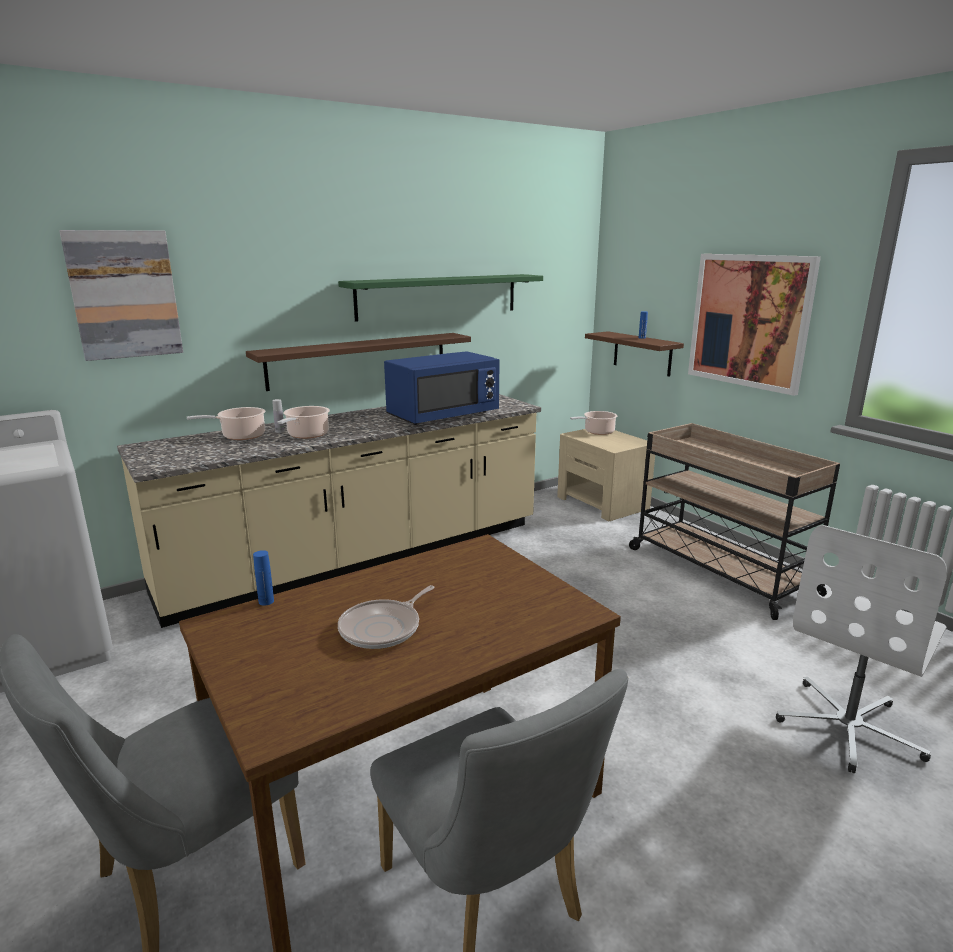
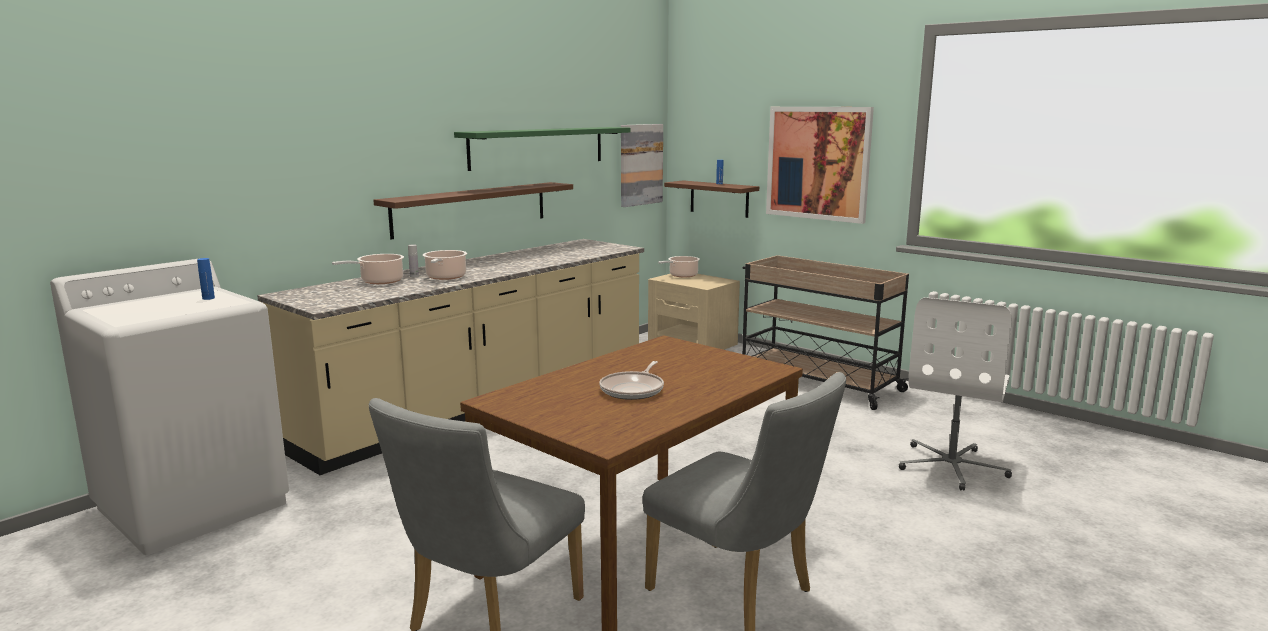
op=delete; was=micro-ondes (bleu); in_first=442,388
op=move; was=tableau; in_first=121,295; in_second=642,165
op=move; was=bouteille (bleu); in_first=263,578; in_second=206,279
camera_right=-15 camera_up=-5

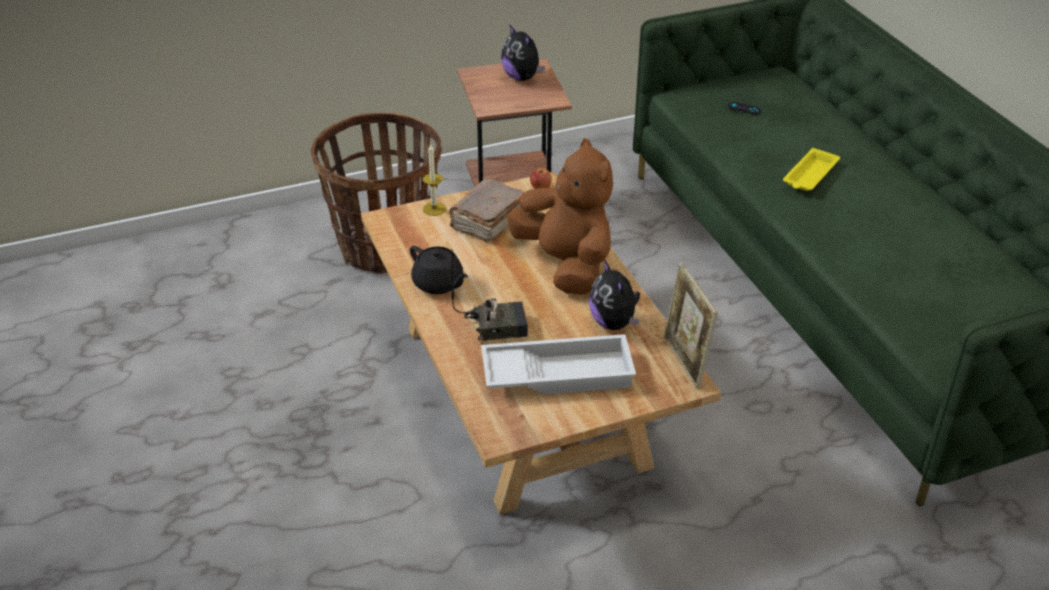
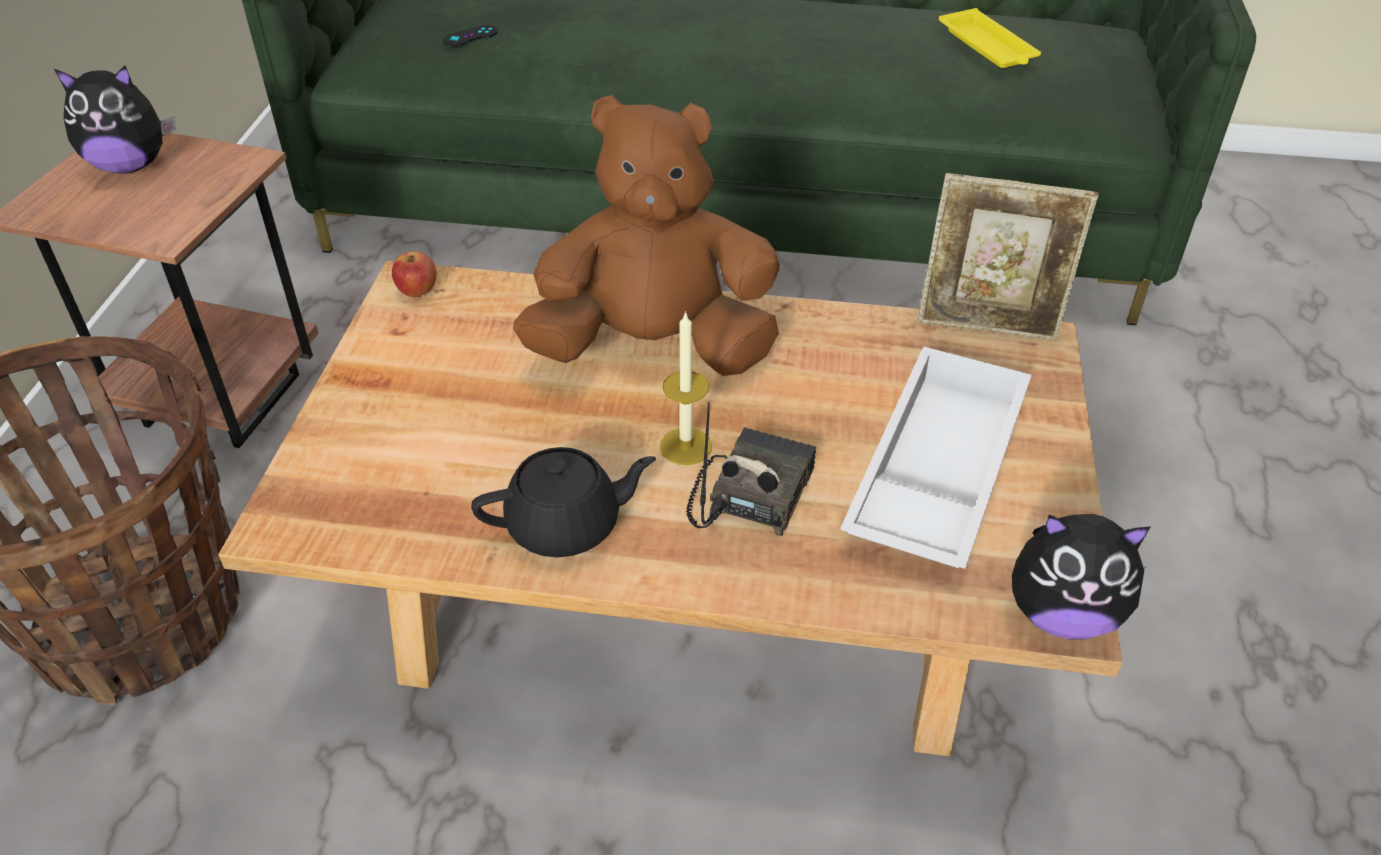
op=delete; was=livre (marron); in_first=486,210
op=move; was=bougie; in_first=434,179; in_second=686,388
op=move; was=peluche; in_first=614,294; in_second=1081,576
op=move; was=plateau (jaune); in_first=811,169; in_second=990,38
camera_right=-60 camera_up=5

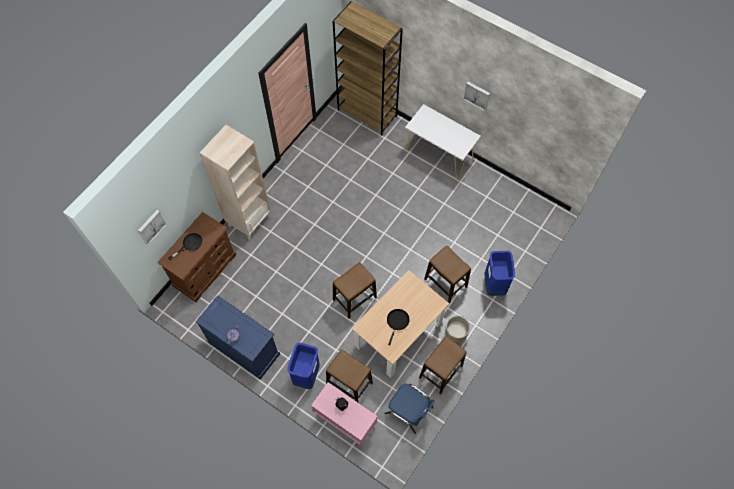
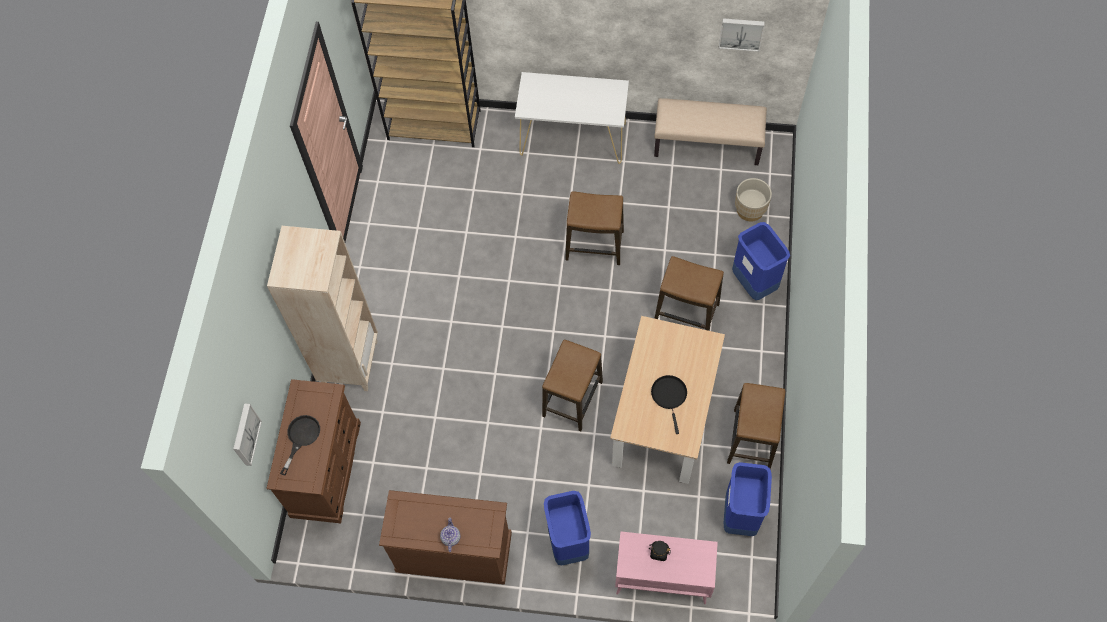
op=insert; now=banc (beige); in_second=710,131
op=move; was=tabouret; in_first=349,376; in_second=594,228
op=move; was=cache-pot (beige); in_first=457,329; in_second=753,199
op=move; was=tableau; in_first=476,96; in_second=742,35
op=replace; was=chaise (bleu); now=poubelle (bleu); in_first=409,409; in_second=748,499
op=recolor; was=commode (bleu); now=commode (marron); in_first=238,337; in_second=445,537
camera_right=-25 camera_up=0

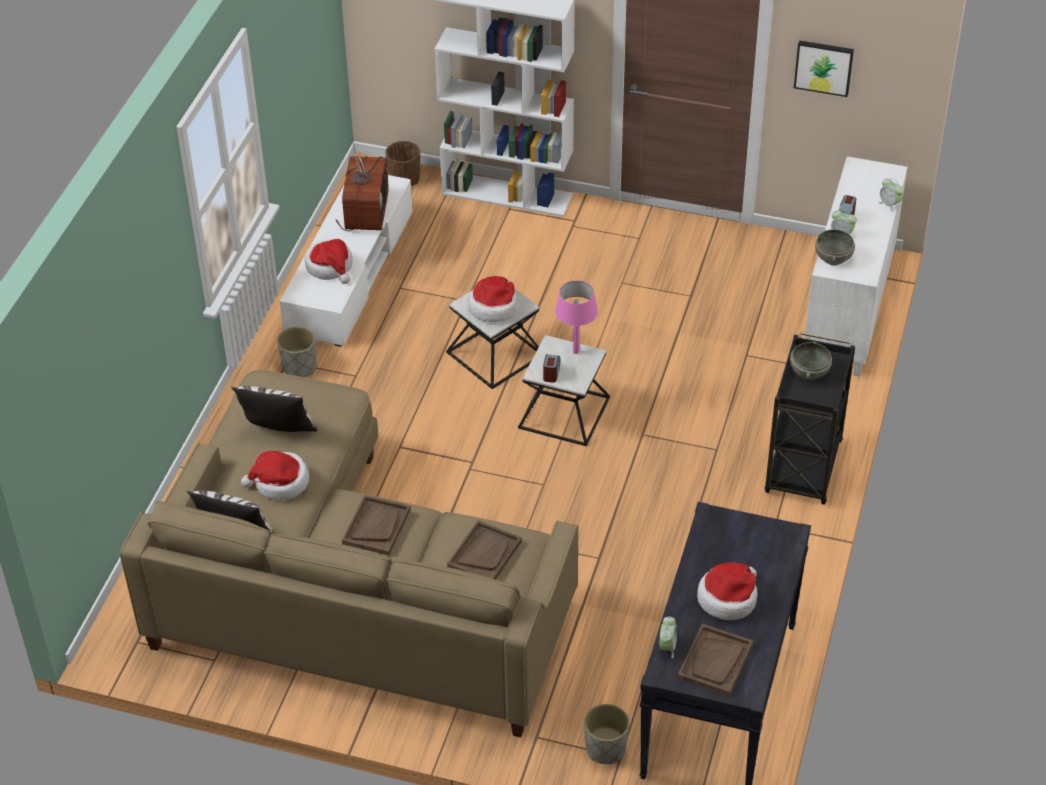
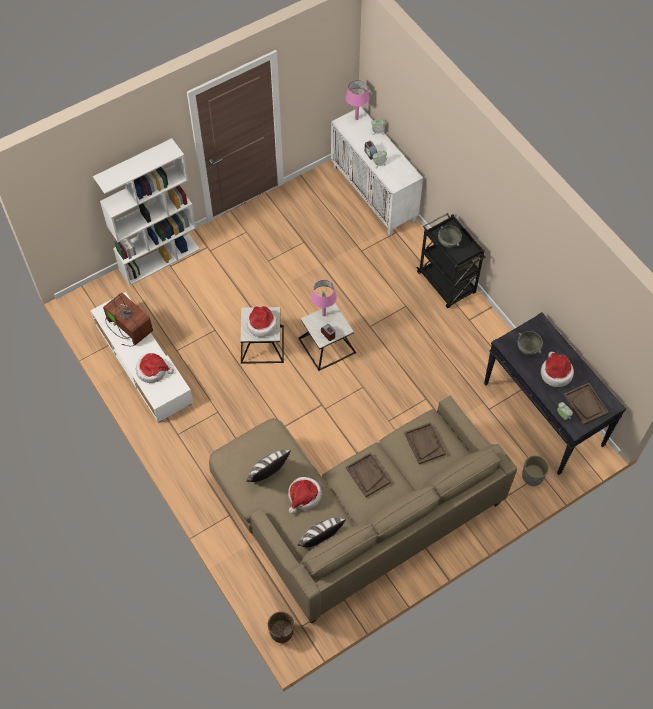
op=delete; was=cache-pot (gris); in_first=296,352
op=delete; was=tableau; in_first=824,68
op=insert; now=lampe de table (rose); in_second=357,100
op=move; was=cache-pot (marron); in_first=403,163; in_second=281,627
op=move; was=bol (gris); in_first=835,247; in_second=530,343
camera_right=-50 camera_up=15

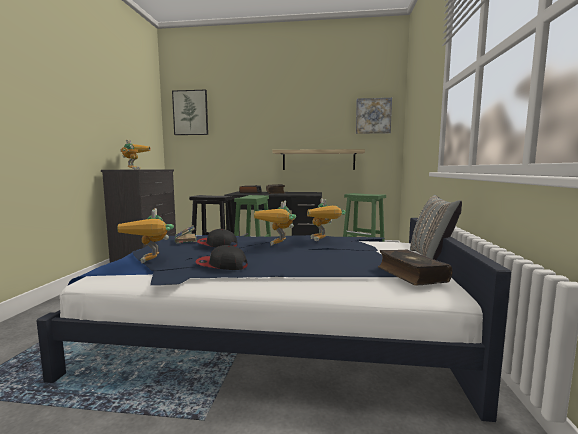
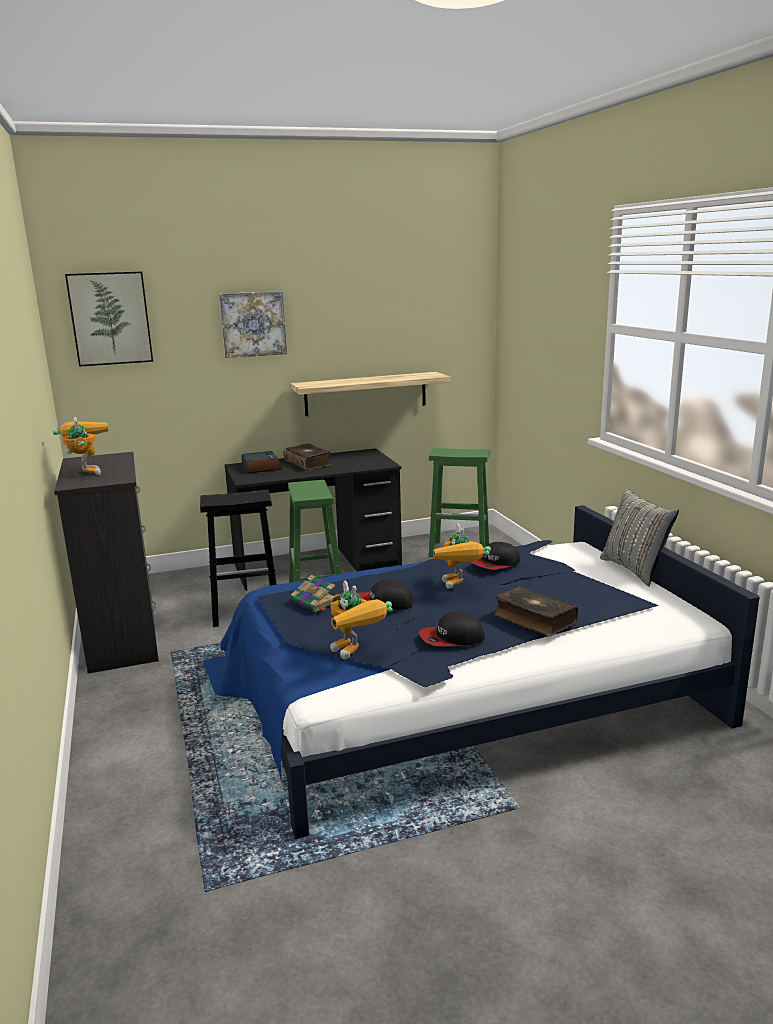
op=move; was=tableau; in_first=374,116; in_second=253,324
op=move; was=livre; in_first=415,268; in_second=536,611
op=replace; was=robot jouet; now=casquette; in_first=326,219; in_second=495,555
camera_right=-25 camera_up=10

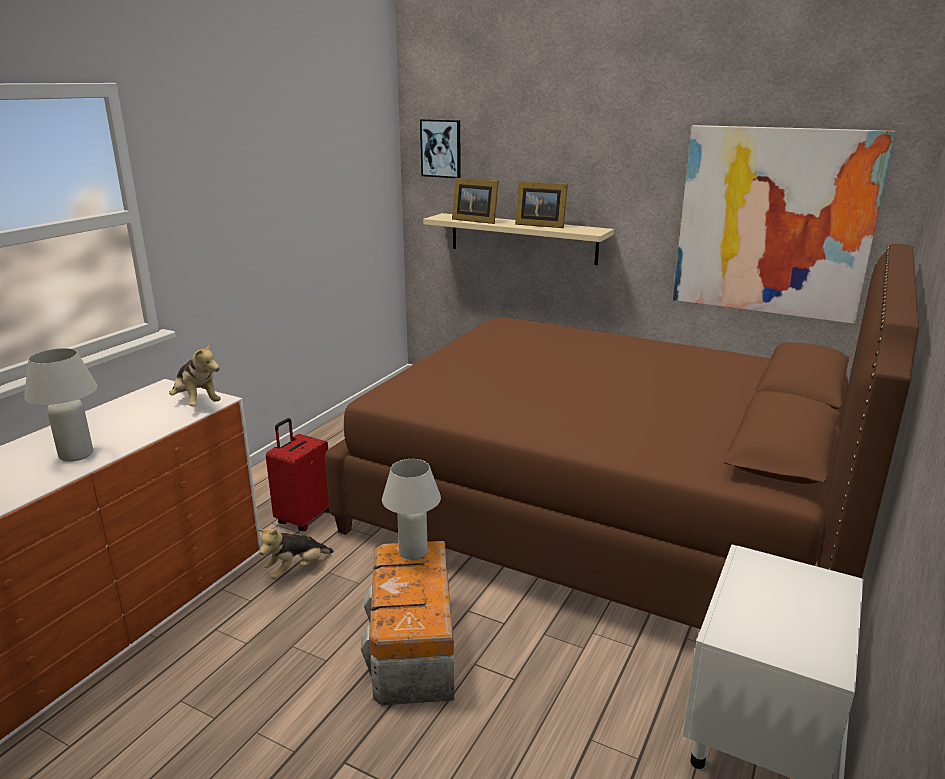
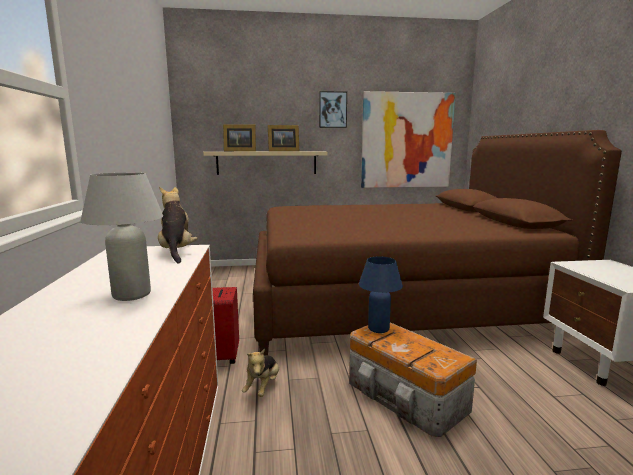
op=move; was=tableau; in_first=440,148; in_second=333,109
op=recolor; was=lampe de table (blanc); now=lampe de table (bleu); in_first=411,509; in_second=381,295
op=rotate; was=peluche; in_first=195,373; in_second=178,225; clockwise=-120
camera_right=-35 camera_up=-10

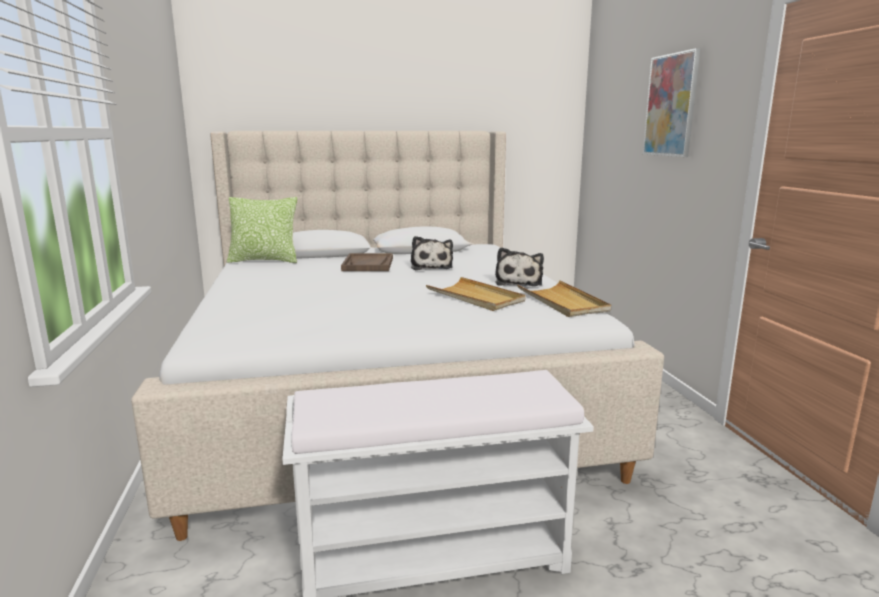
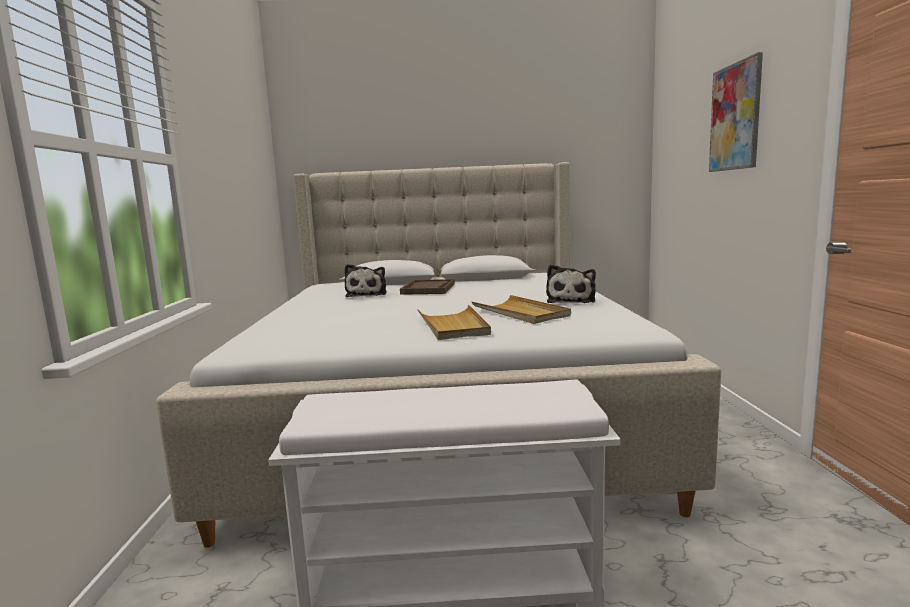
op=delete; was=coussin; in_first=262,230
op=move; was=peluche; in_first=432,253; in_second=365,280
op=move; was=plateau (beige); in_first=564,298; in_second=454,322
camera_right=10 camera_up=-5

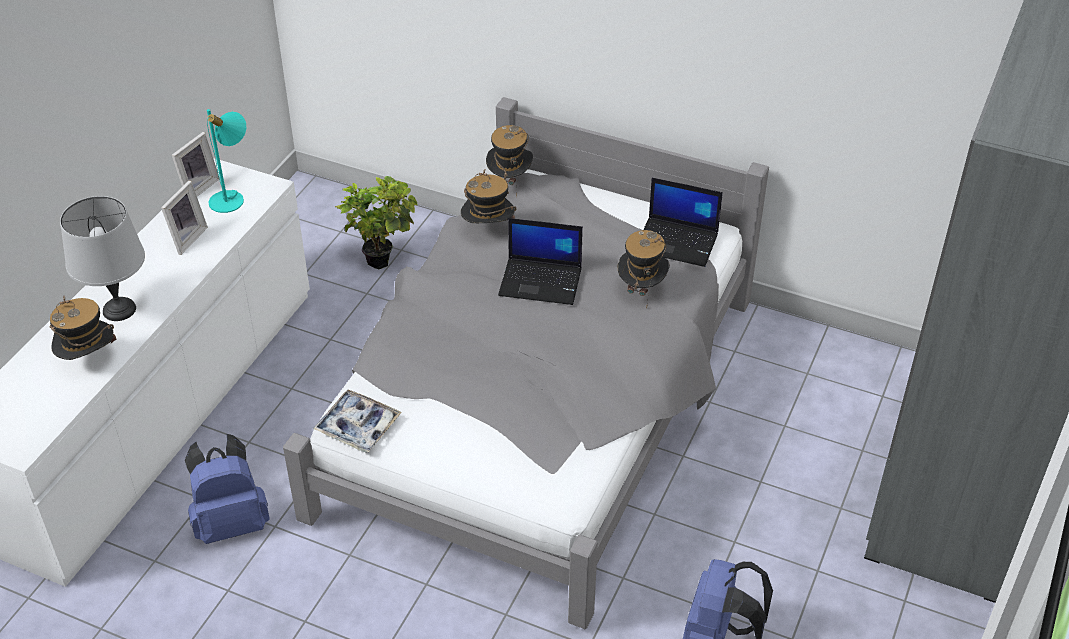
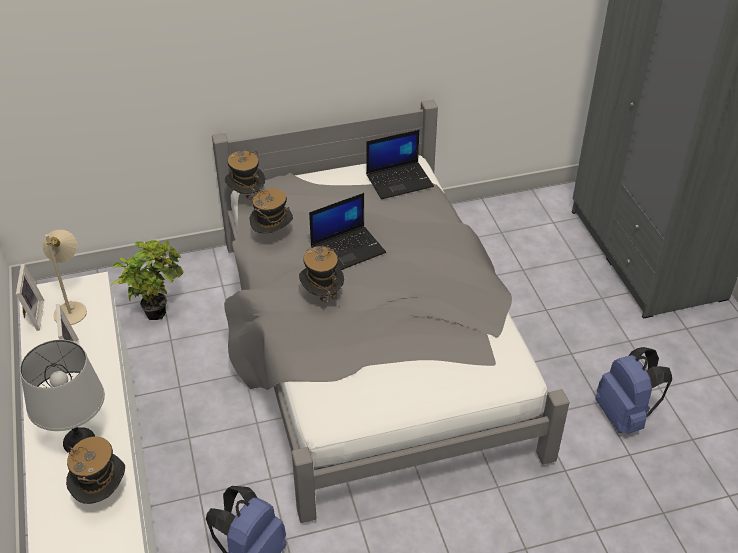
op=delete; was=plateau; in_first=357,421
op=move; was=chapeau; in_first=643,269; in_second=321,276
op=recolor; was=lampe de table (turquoise); now=lampe de table (beige); in_first=226,161; in_second=65,277
camera_right=-40 camera_up=0

